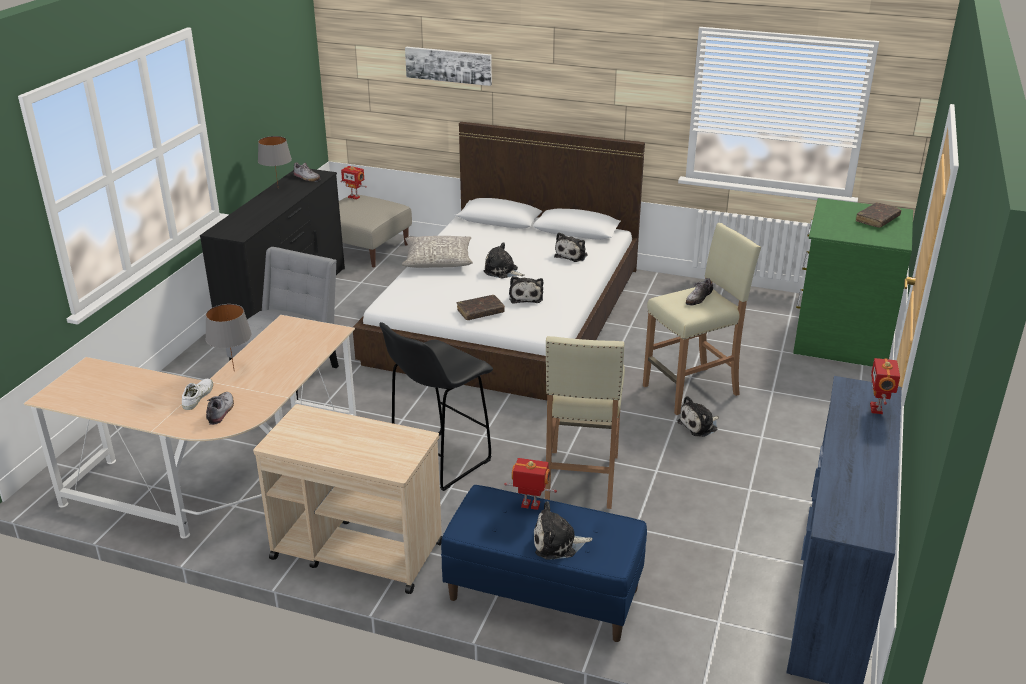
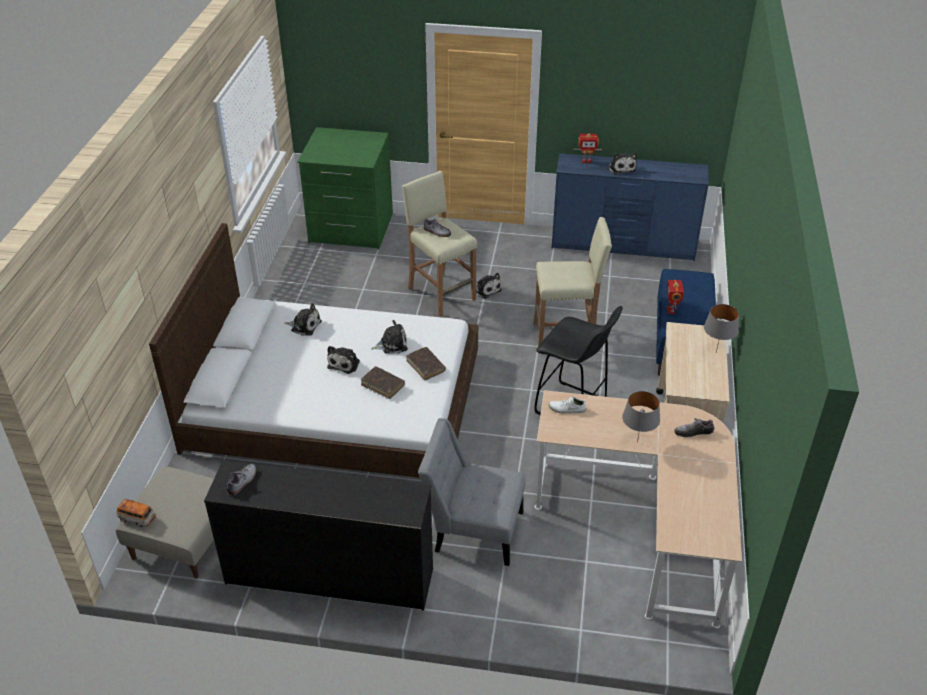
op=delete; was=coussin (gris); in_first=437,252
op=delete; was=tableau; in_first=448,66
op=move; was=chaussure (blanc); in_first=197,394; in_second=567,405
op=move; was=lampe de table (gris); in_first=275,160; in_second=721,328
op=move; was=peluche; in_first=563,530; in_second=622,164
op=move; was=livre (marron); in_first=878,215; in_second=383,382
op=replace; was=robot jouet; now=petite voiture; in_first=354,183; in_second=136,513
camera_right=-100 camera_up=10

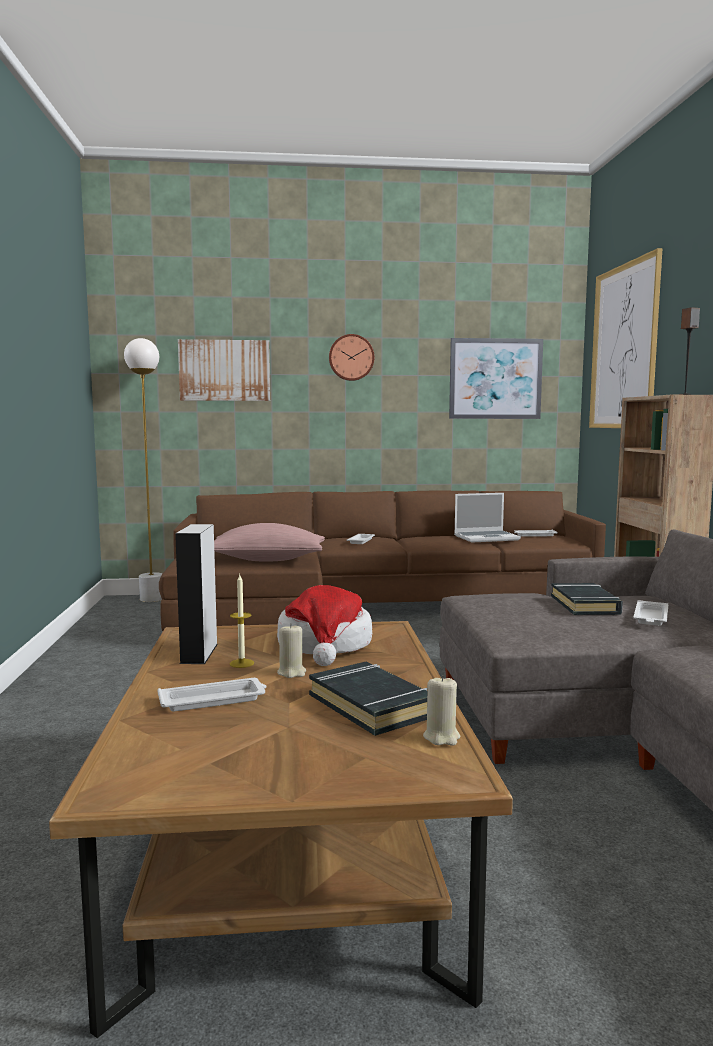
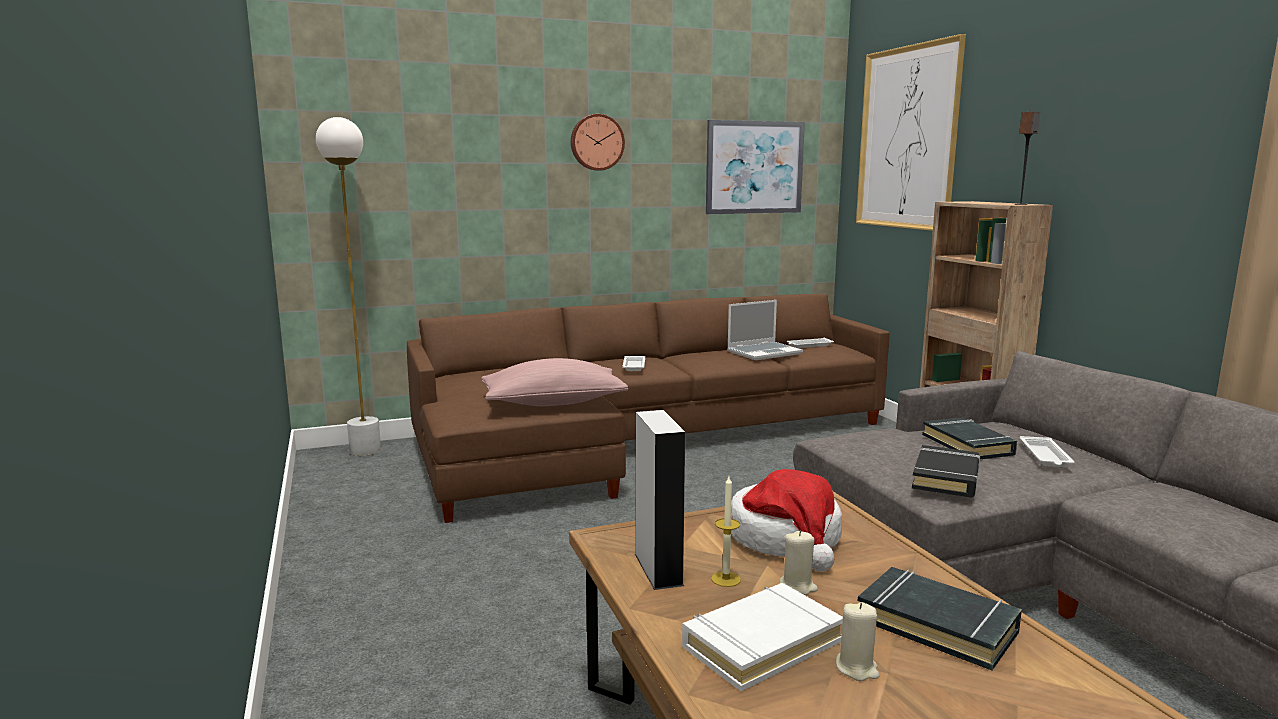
op=delete; was=tableau; in_first=224,370
op=insert; now=livre (noir); in_second=946,471
op=move; was=bougie (beige); in_first=441,710; in_second=858,641
op=replace; was=plateau (blanc); now=livre (blanc); in_first=211,695; in_second=762,637
camera_right=-15 camera_up=5

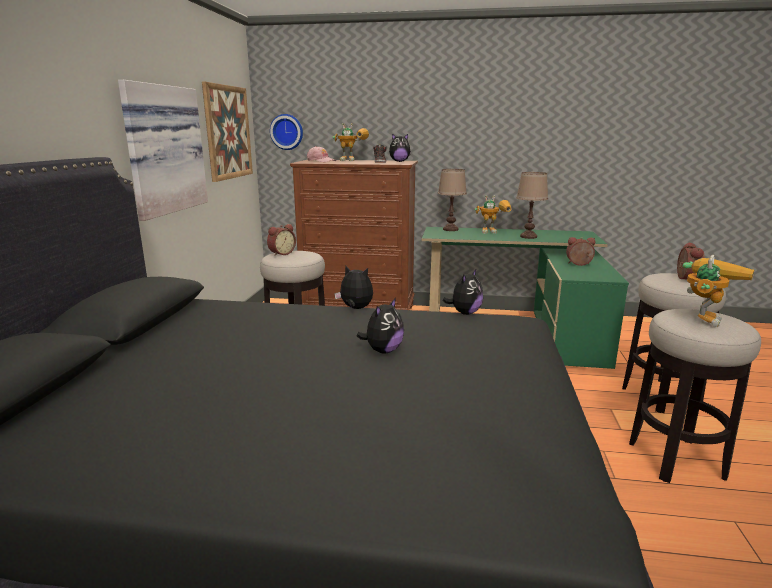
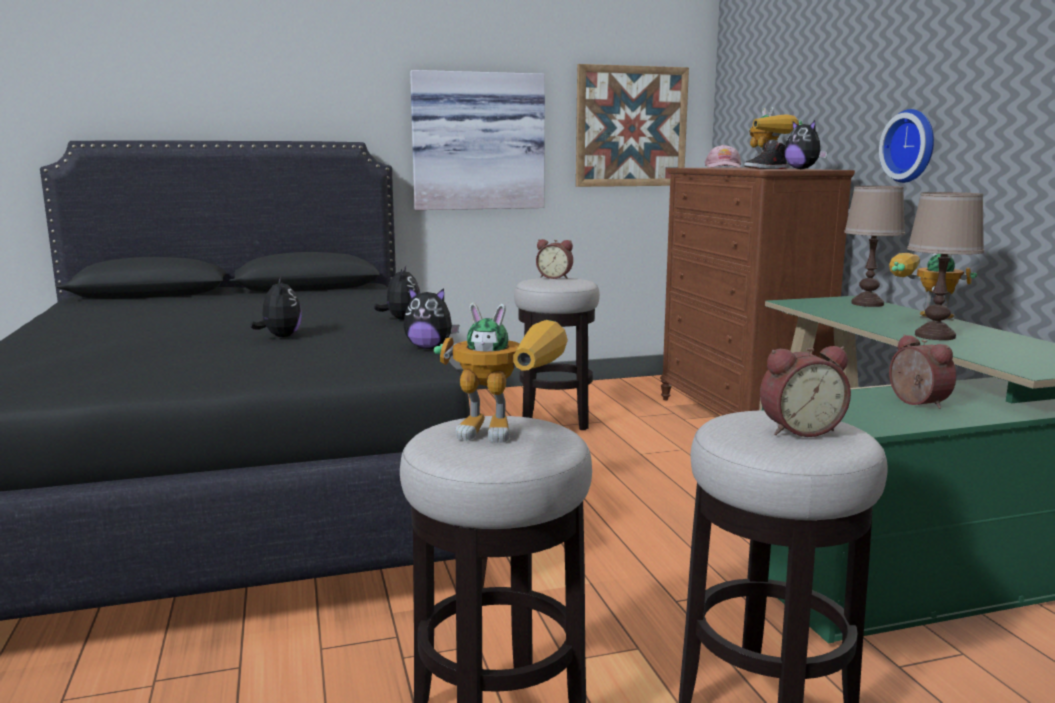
op=move; was=horloge murale; in_first=286,132; in_second=906,146
op=rotate; was=peluche; in_first=380,325; in_second=276,307; clockwise=-120
op=rotate; was=robot jouet; in_first=493,215; in_second=933,287; clockwise=150
camera_right=65 camera_up=-5

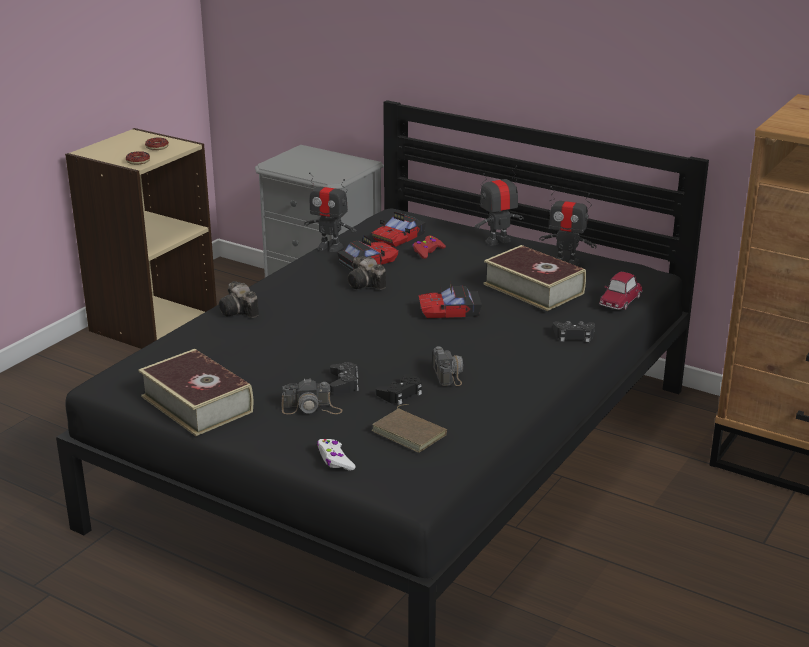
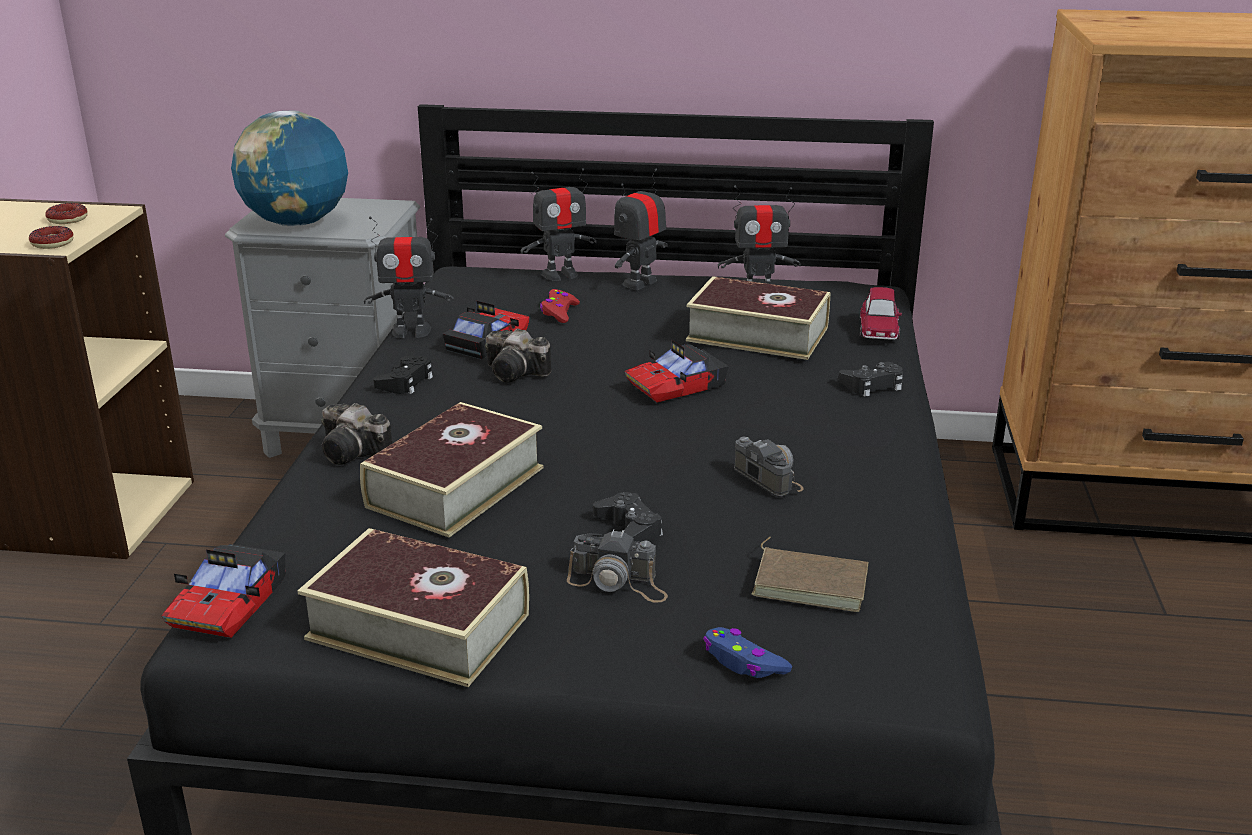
op=insert; now=globe; in_second=289,168
op=insert; now=livre; in_second=452,470
op=insert; now=robot jouet; in_second=559,224
op=move; was=petite voiture; in_first=398,229; in_second=223,591
op=move; was=manette (noir); in_first=399,389; in_second=403,375
op=recolor; was=manette (blanc); now=manette (bleu); in_first=336,455; in_second=747,652
op=rotate; was=appareil photo; in_first=312,396; in_second=617,566; clockwise=45
camera_right=-25 camera_up=0

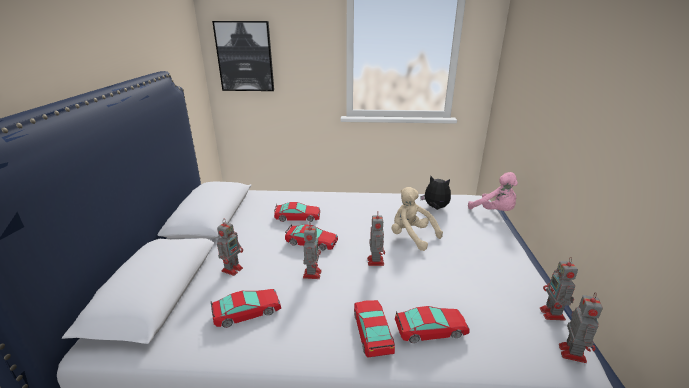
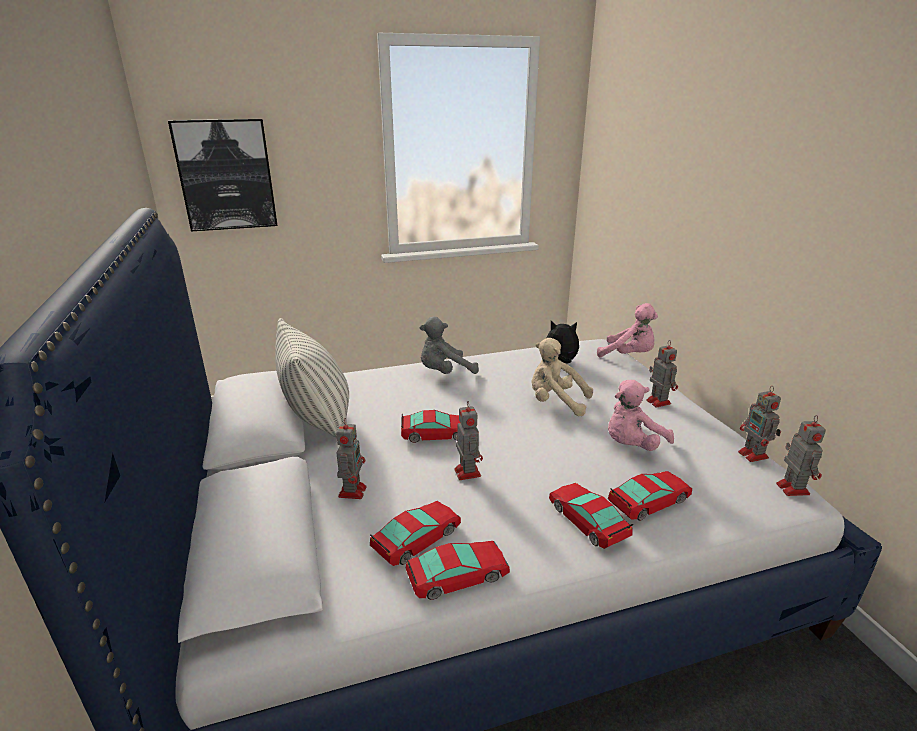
op=insert; now=coussin; in_second=312,378
op=insert; now=peluche (gris); in_second=449,345
op=insert; now=peluche (rose); in_second=641,415
op=move; was=petite voiture; in_first=297,212; in_second=458,570
op=move; was=robot jouet; in_first=376,239; in_second=662,373
camera_right=-20 camera_up=0

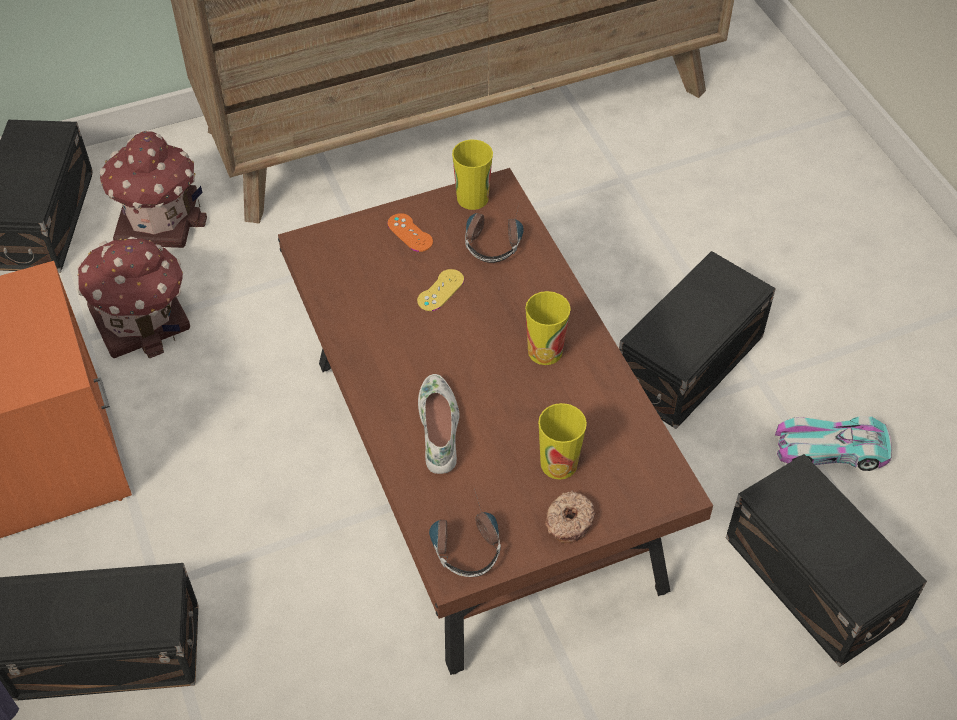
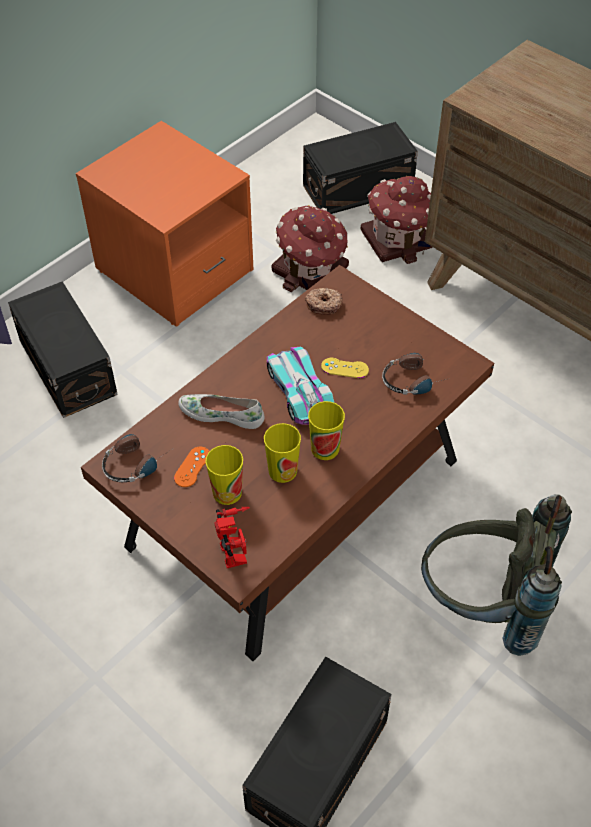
op=insert; now=robot jouet; in_second=232,537
op=move; was=manette (orange); in_first=410,232; in_second=192,467
op=move; was=tasse; in_first=472,175; in_second=282,453
op=move; was=beignet; in_first=570,516; in_second=324,301
op=move; was=petite voiture; in_first=833,443; in_second=300,386
op=replace; was=boîte de rangement (noir); now=sac à dos (gris); in_first=697,340; in_second=496,575
op=rotate; was=chaussure (blanc); in_first=439,424; in_second=221,411; clockwise=-135
camera_right=65 camera_up=0

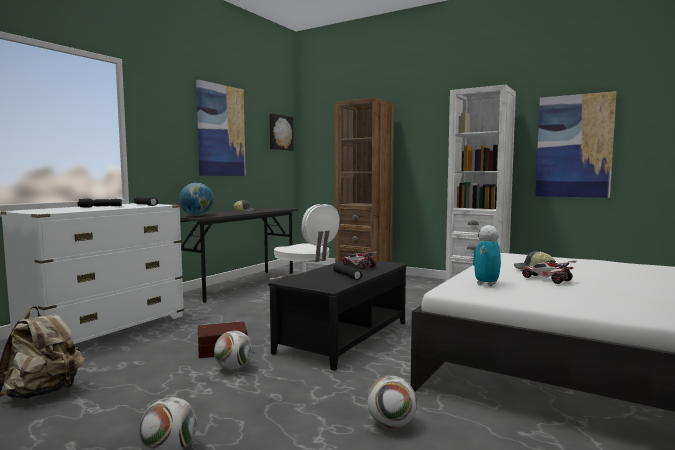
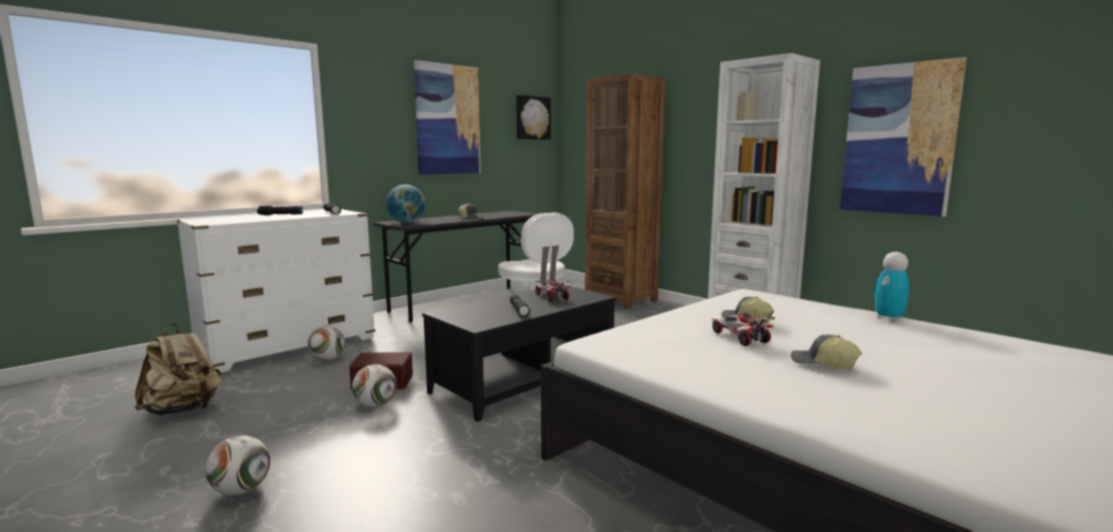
op=insert; now=casquette; in_second=826,353
op=move; was=ballon de foot; in_first=392,402; in_second=326,343
op=move; was=robot jouet; in_first=487,255; in_second=891,287
camera_right=15 camera_up=5

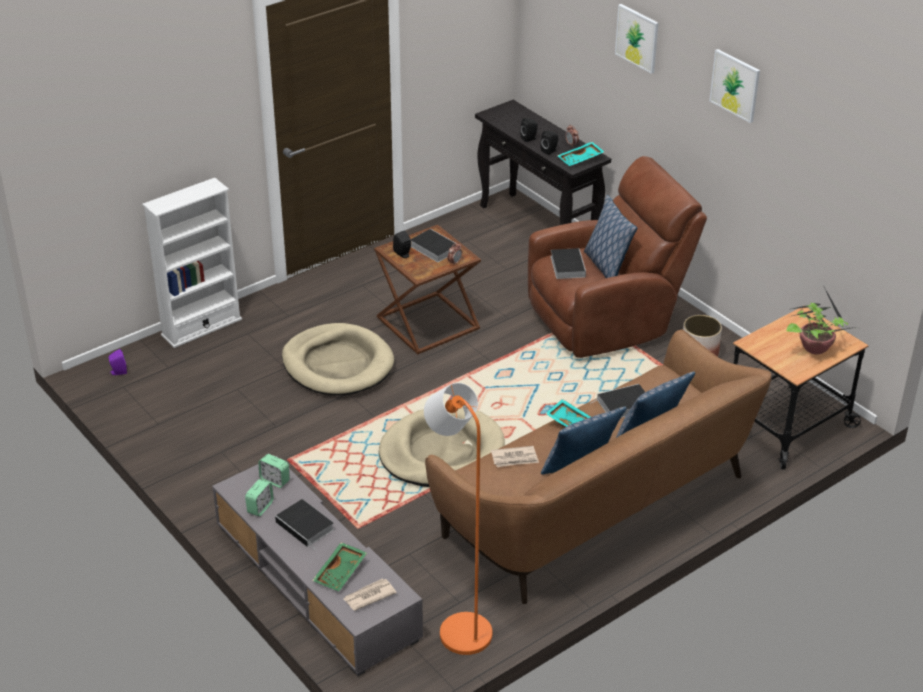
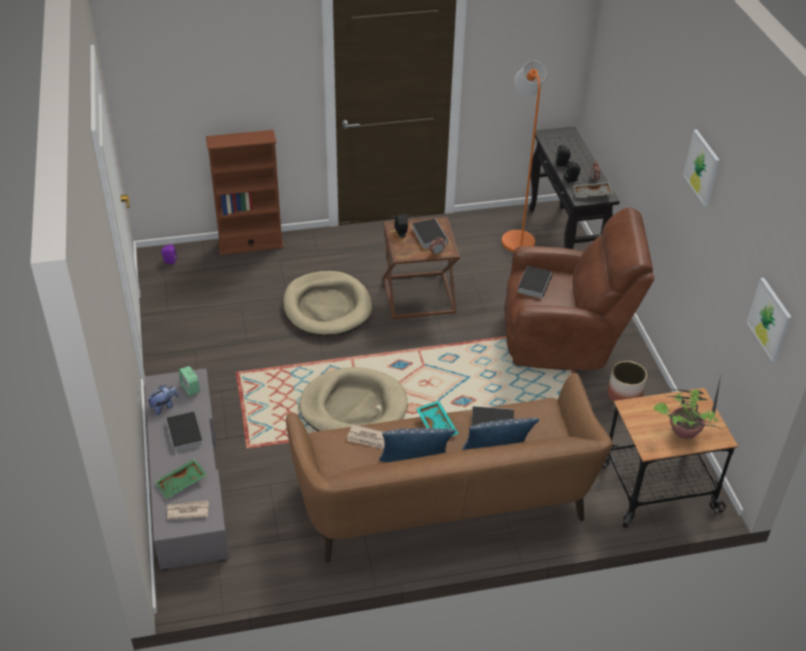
op=delete; was=coussin; in_first=611,236
op=move; was=lampadaire (orange); in_first=458,519; in_second=524,156
op=move; was=tableau; in_first=637,39; in_second=769,320
op=replace; was=réveil; now=peluche; in_first=259,497; in_second=162,400
op=recolor; was=bibliothèque (blanc); now=bibliothèque (marron); in_first=192,263; in_second=245,192
op=recolor; was=plateau (turquoise); now=plateau (gris); in_first=581,154; in_second=593,189
camera_right=25 camera_up=5

